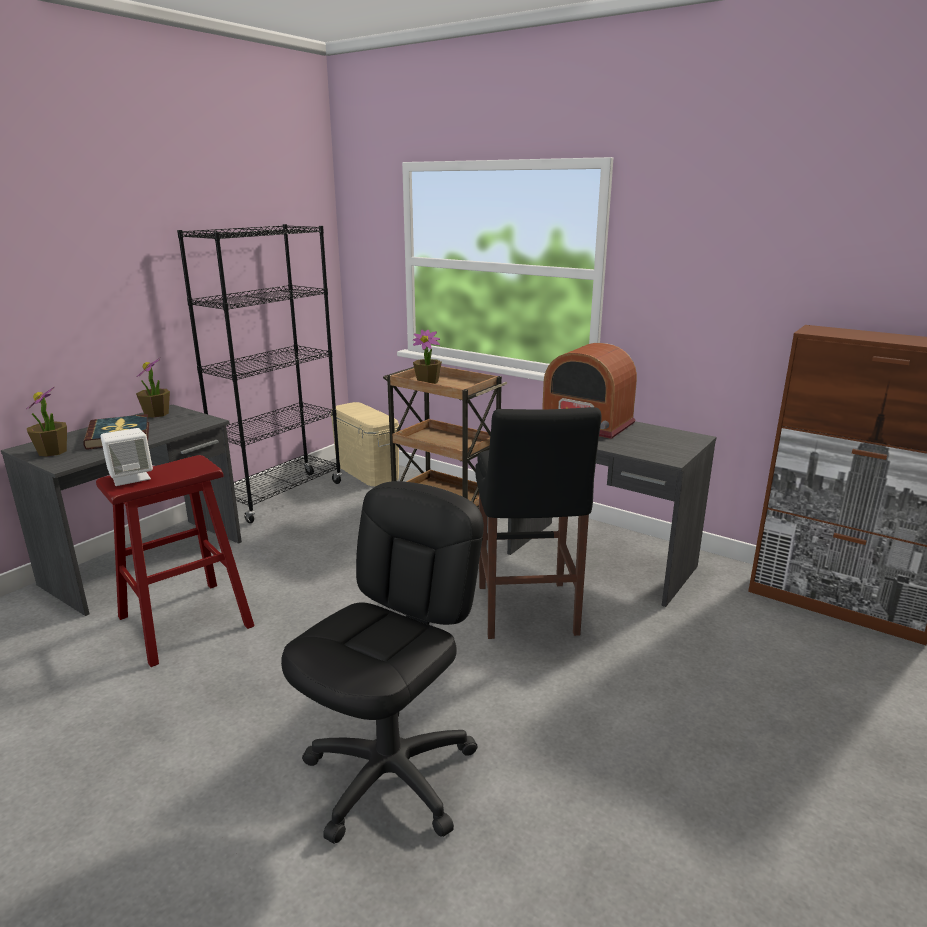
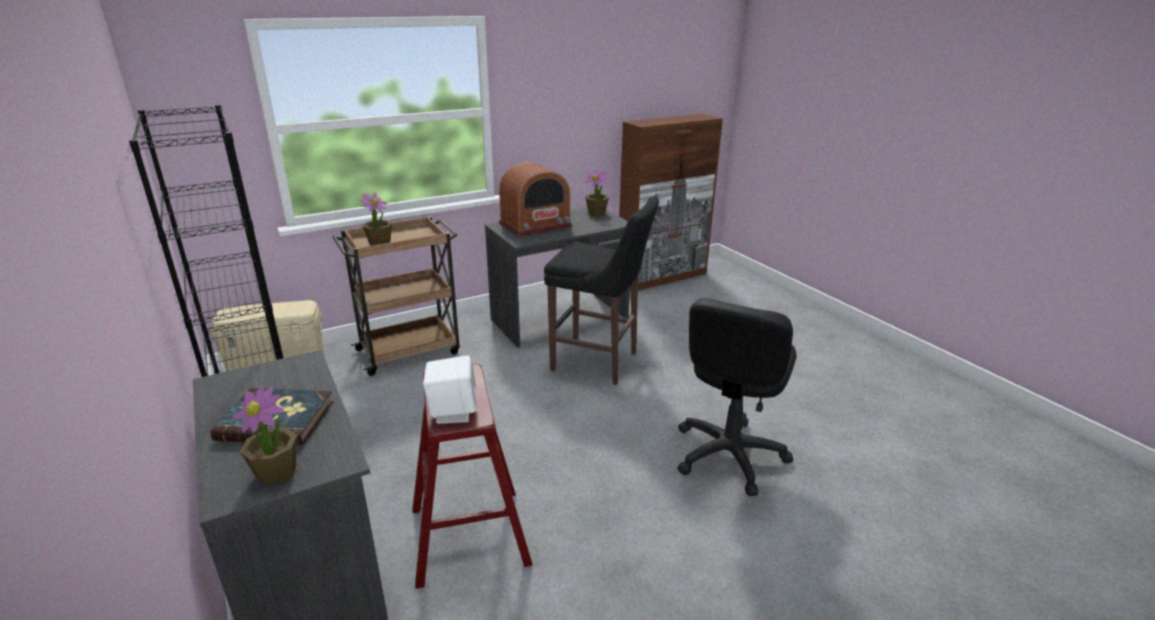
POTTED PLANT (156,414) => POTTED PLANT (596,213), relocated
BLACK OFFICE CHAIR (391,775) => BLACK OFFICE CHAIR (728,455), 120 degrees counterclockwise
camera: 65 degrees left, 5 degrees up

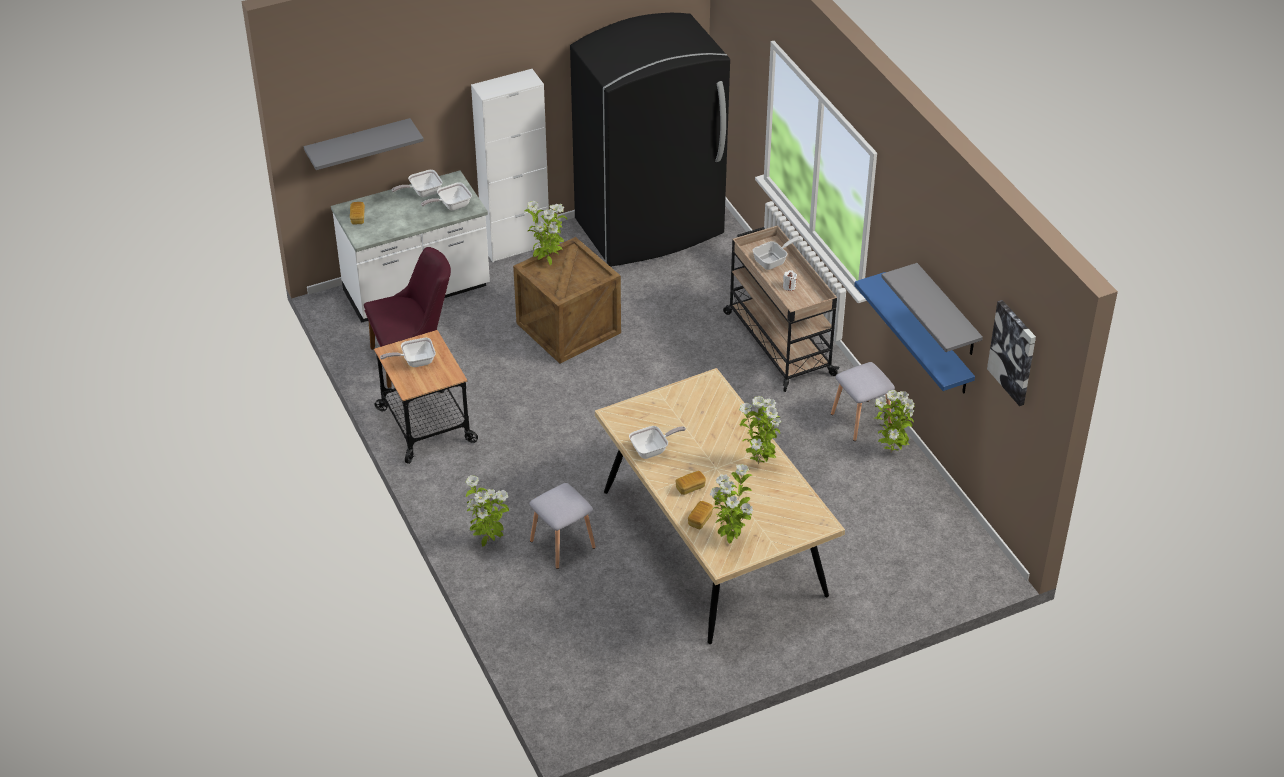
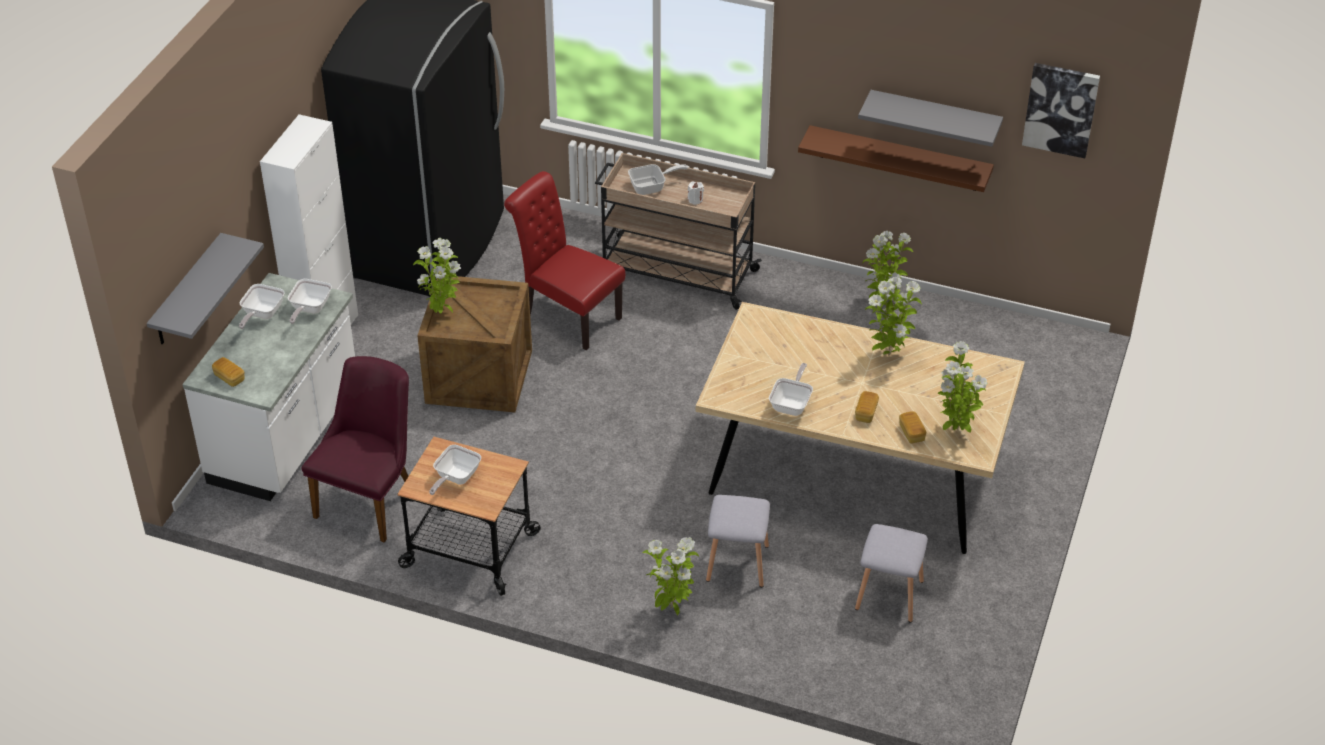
nothing => RED CHAIR (567,315)
GREY STOOL (860,419) => GREY STOOL (888,595), relocated
BLUE SHELF (927,335) => BROWN SHELF (899,159)
FRYING PAN (773,261) => FRYING PAN (652,187), 60 degrees clockwise
camera: 45 degrees left, 0 degrees up

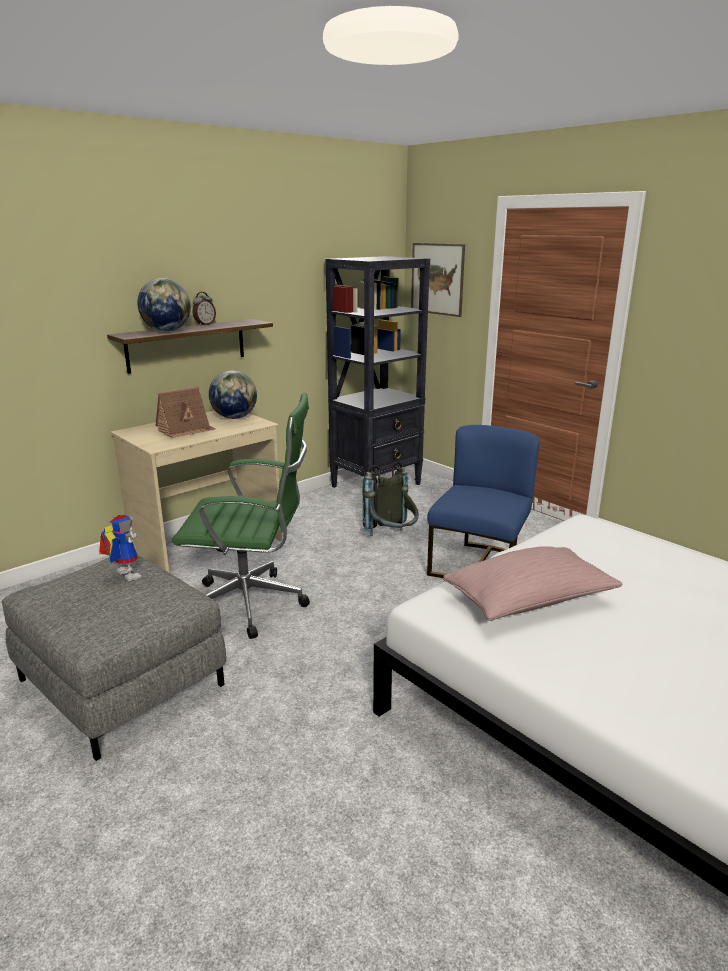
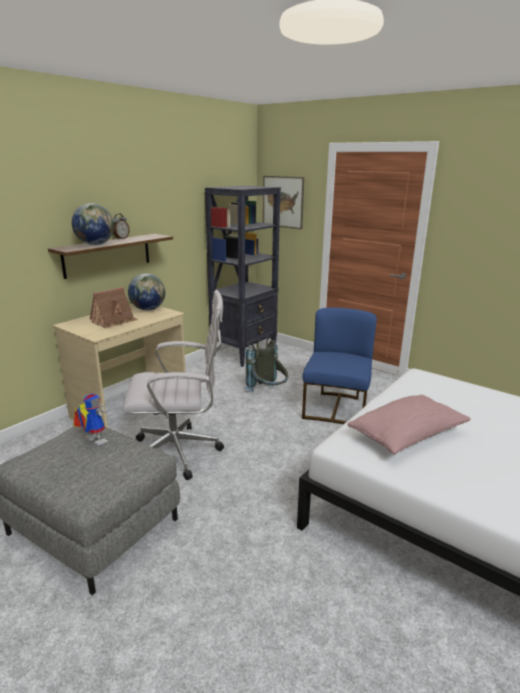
GREEN OFFICE CHAIR (253,604) => WHITE OFFICE CHAIR (180,452)
camera: 10 degrees left, 0 degrees up

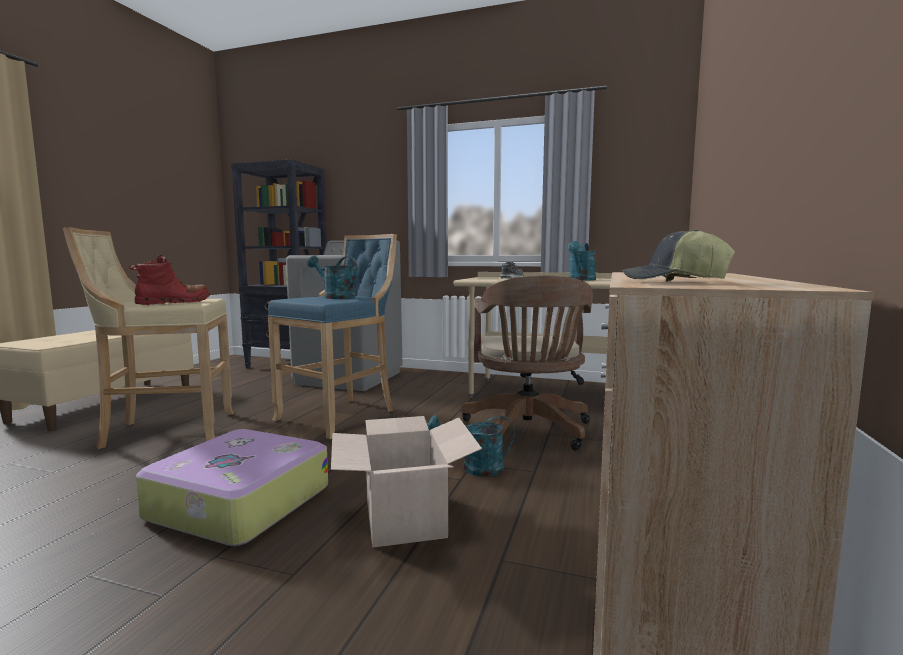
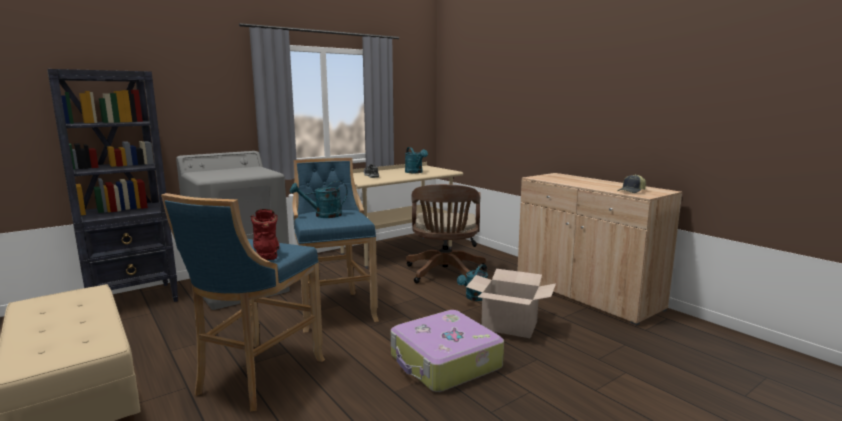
BEIGE STOOL (165,431) => BLUE STOOL (256,377)
BROWN OFFICE CHAIR (528,431) => BROWN OFFICE CHAIR (445,274), 60 degrees clockwise
camera: 55 degrees left, 5 degrees up

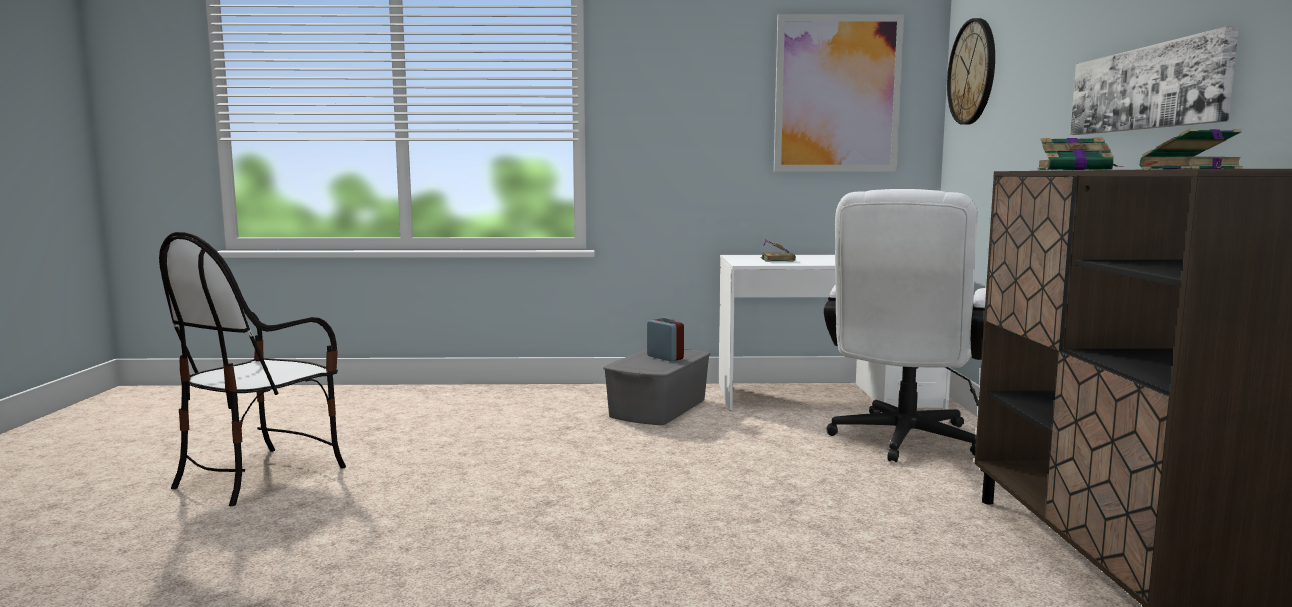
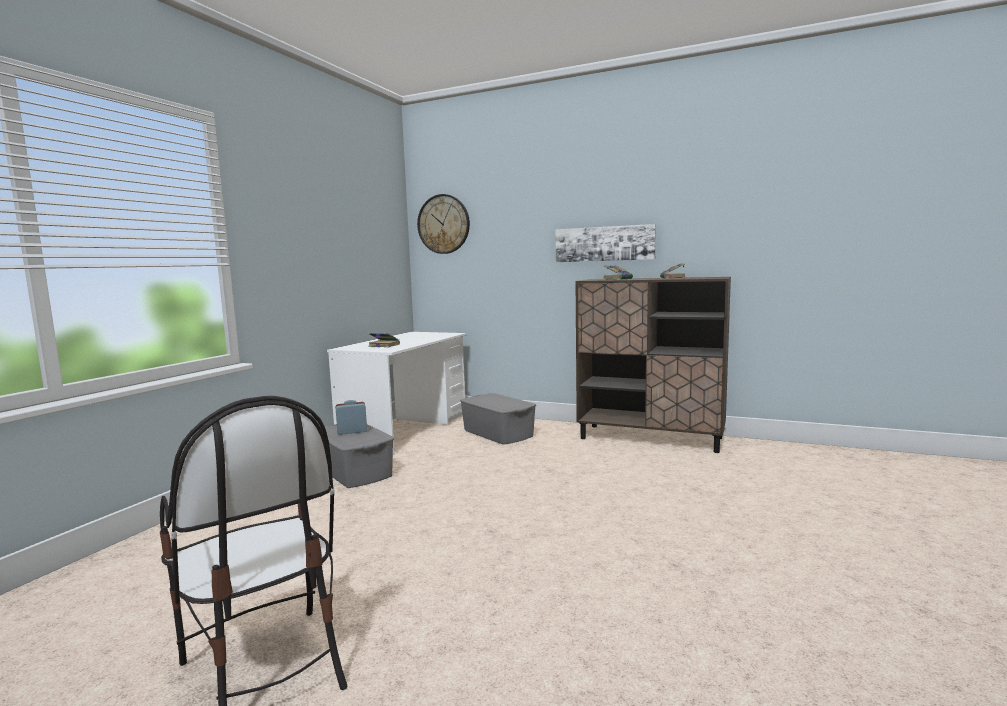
PICTURE (837,94) => nothing
WHITE OFFICE CHAIR (902,442) => GREY STORAGE BOX (497,433)
camera: 65 degrees left, 0 degrees up

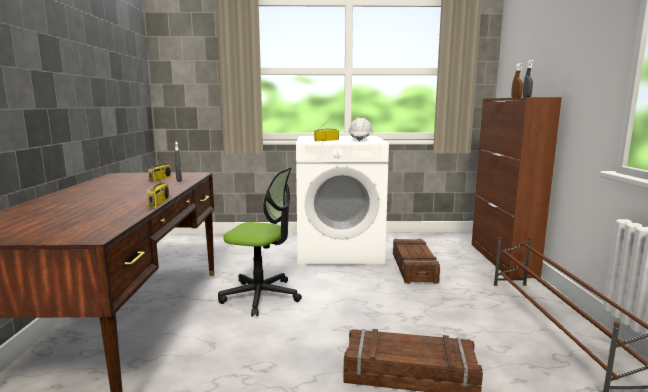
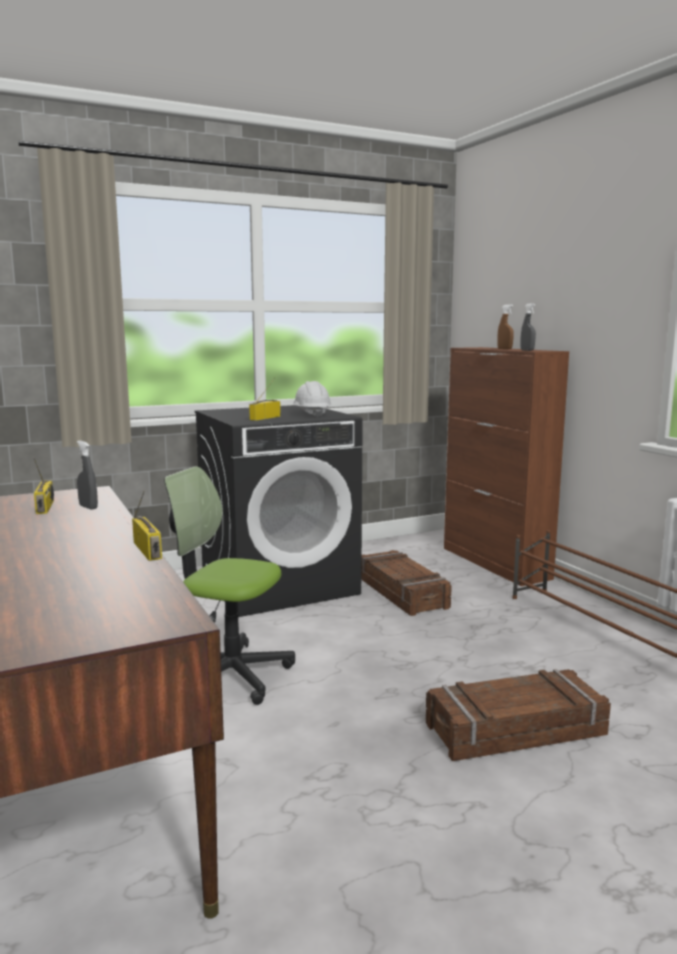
WHITE WASHING MACHINE (339,250) => BLACK WASHING MACHINE (280,584)
OFFICE CHAIR (261,296) => OFFICE CHAIR (229,675), 150 degrees counterclockwise
camera: 25 degrees left, 0 degrees up

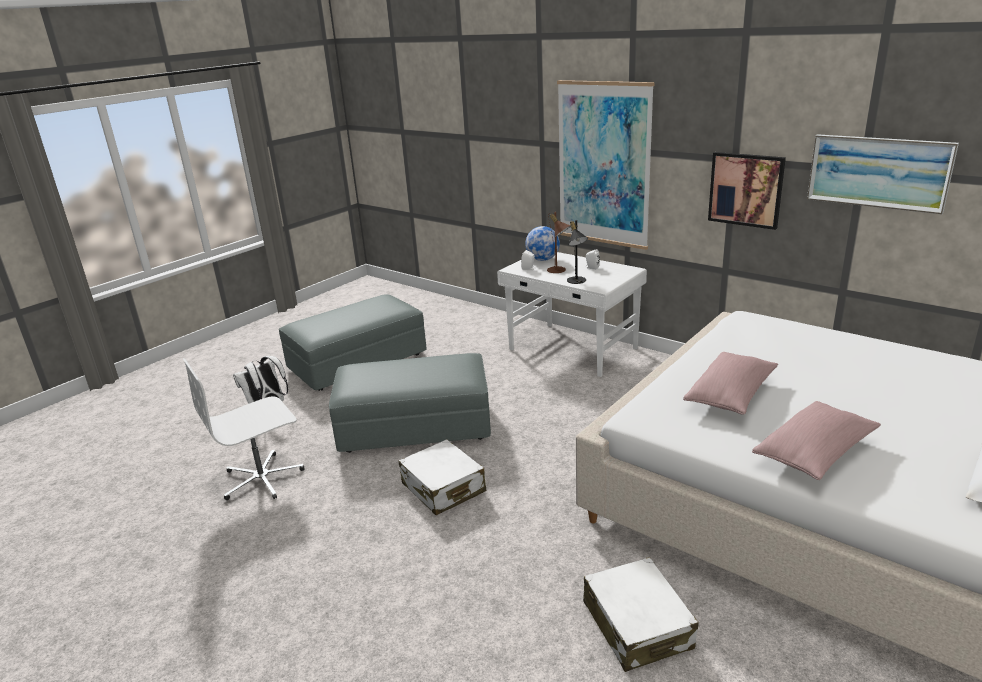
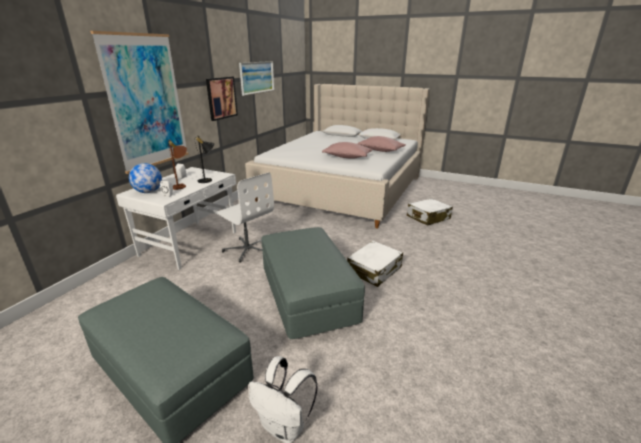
WHITE OFFICE CHAIR (262,478) => WHITE OFFICE CHAIR (247,249), relocated
camera: 105 degrees left, 0 degrees up

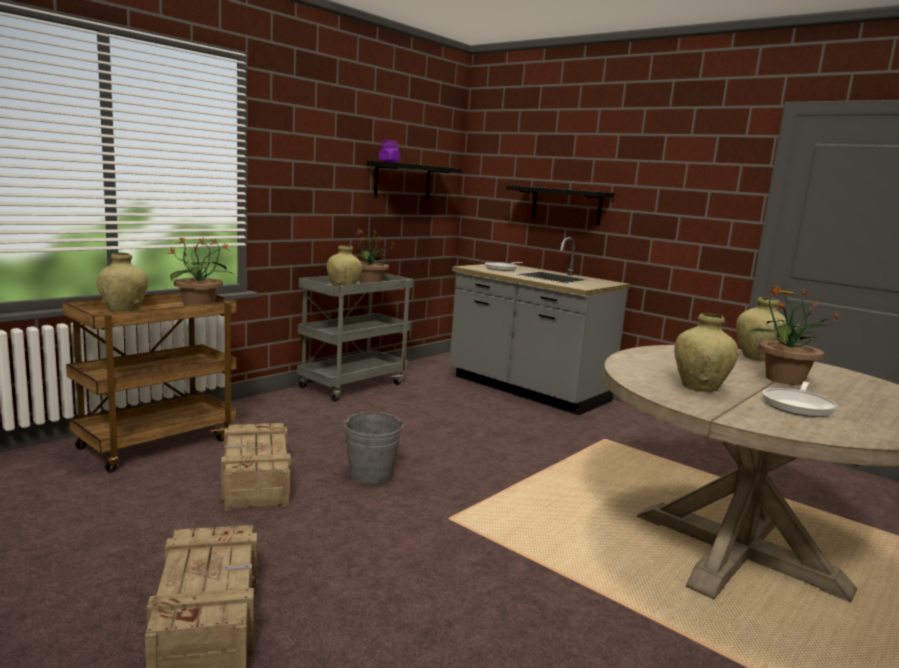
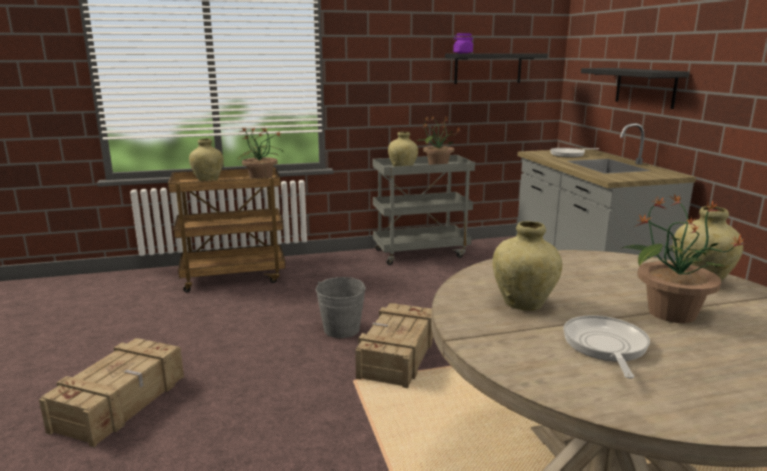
CRATE (255,480) => CRATE (396,356), relocated
FRYING PAN (798,406) => FRYING PAN (605,346), 120 degrees clockwise
camera: 35 degrees right, 5 degrees up

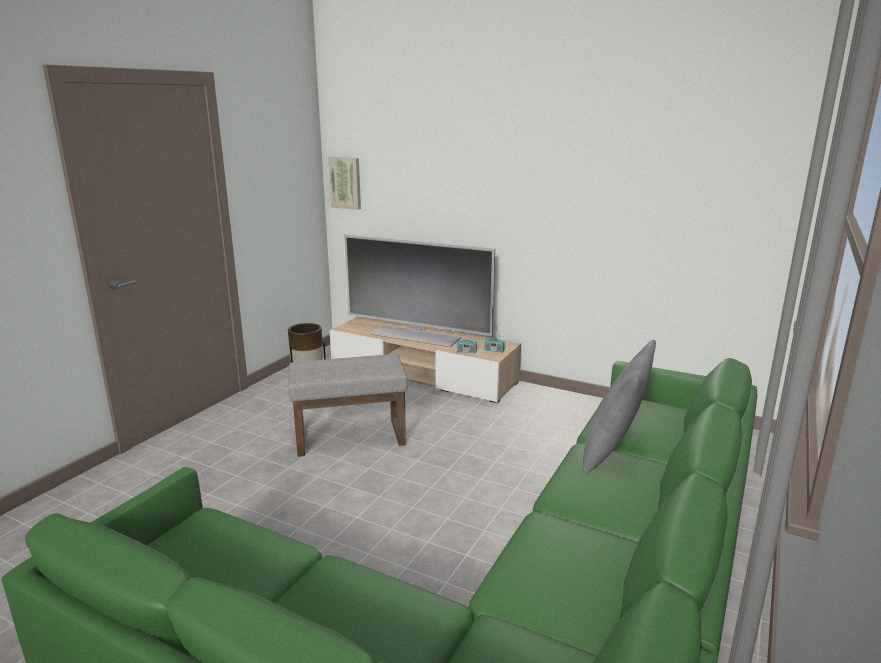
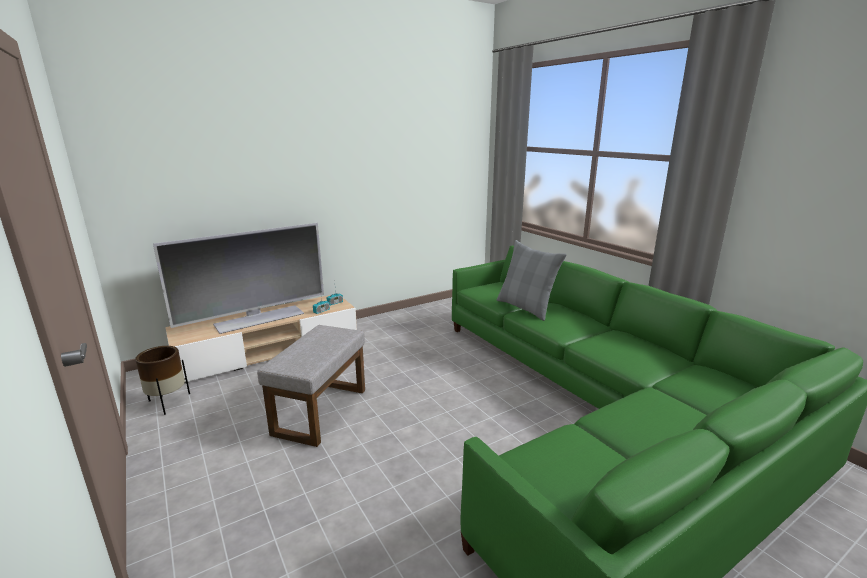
PICTURE (346,182) => nothing
camera: 60 degrees left, 0 degrees up

